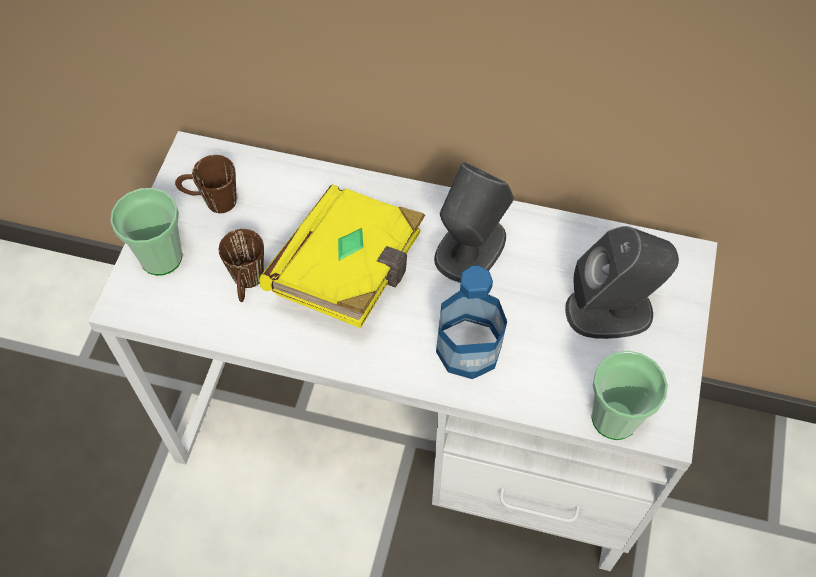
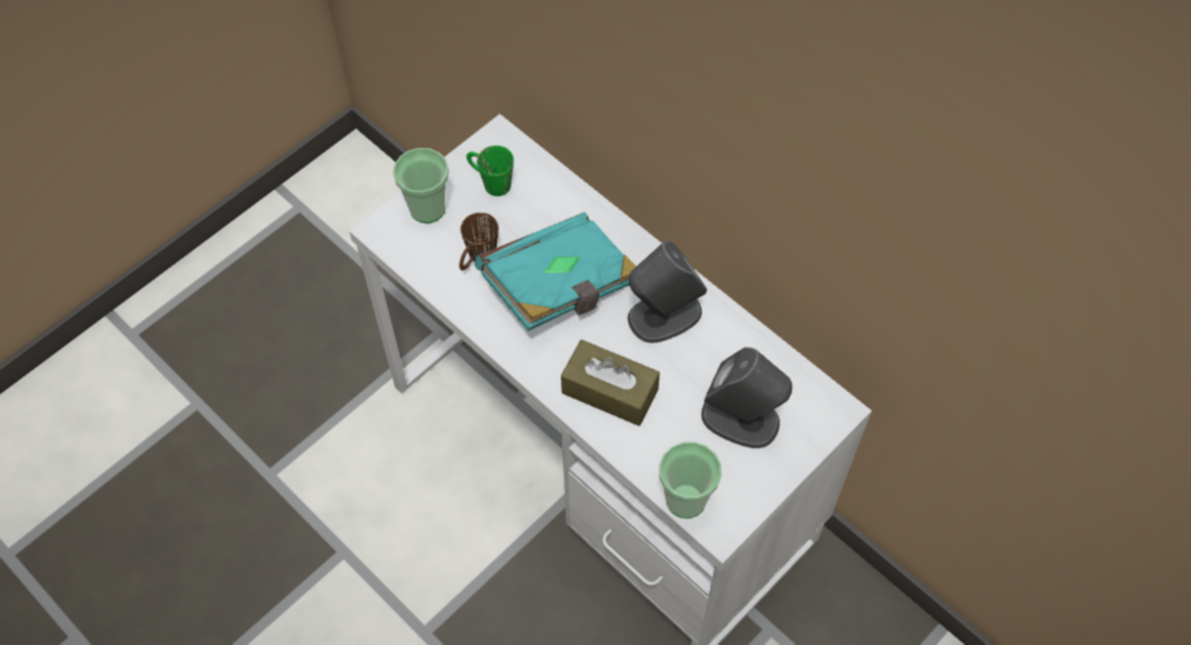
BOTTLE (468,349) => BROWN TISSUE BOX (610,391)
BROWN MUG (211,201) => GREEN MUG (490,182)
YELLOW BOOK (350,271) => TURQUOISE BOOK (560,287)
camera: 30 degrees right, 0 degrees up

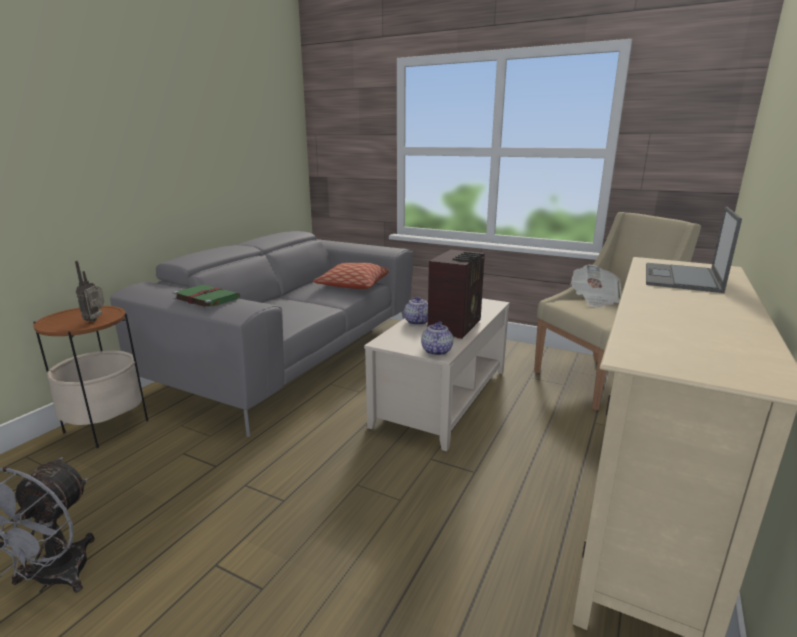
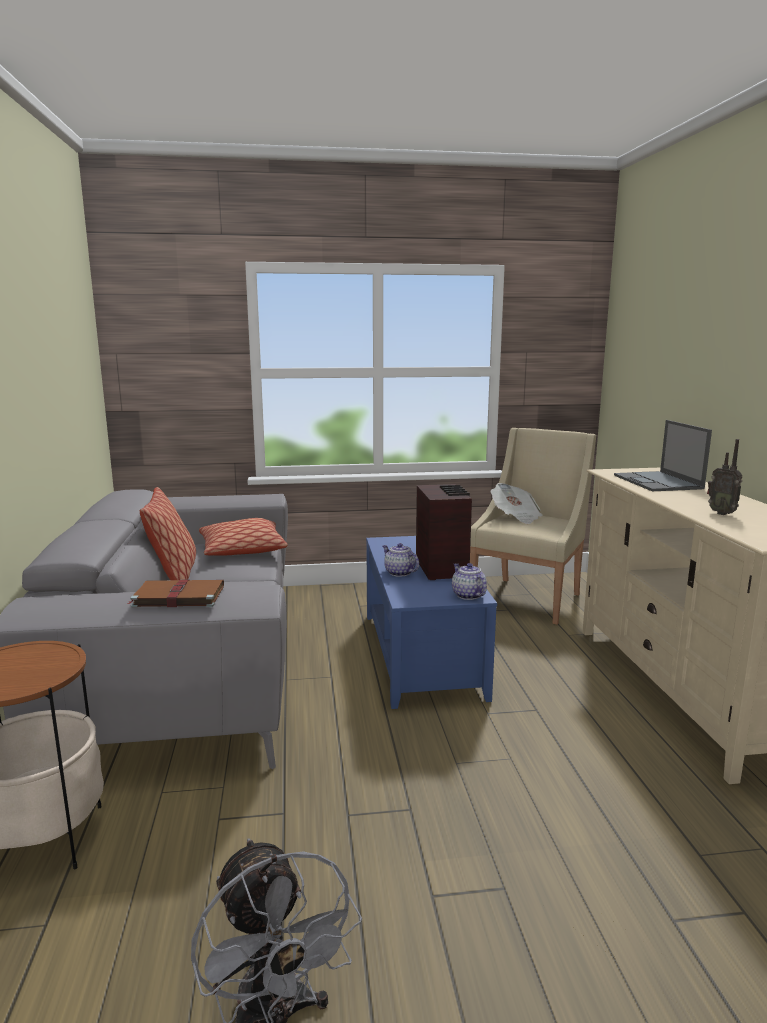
nothing => PILLOW (174,577)
RADIO (96,320) => RADIO (722,513), relocated
GREEN BOOK (205,298) => BROWN BOOK (177,596)
BEIGE COFFEE TABLE (442,396) => BLUE COFFEE TABLE (421,654)
camera: 35 degrees left, 5 degrees down

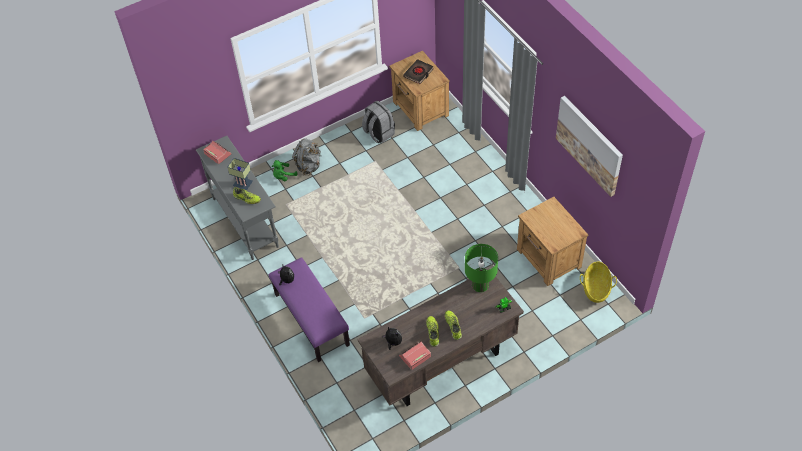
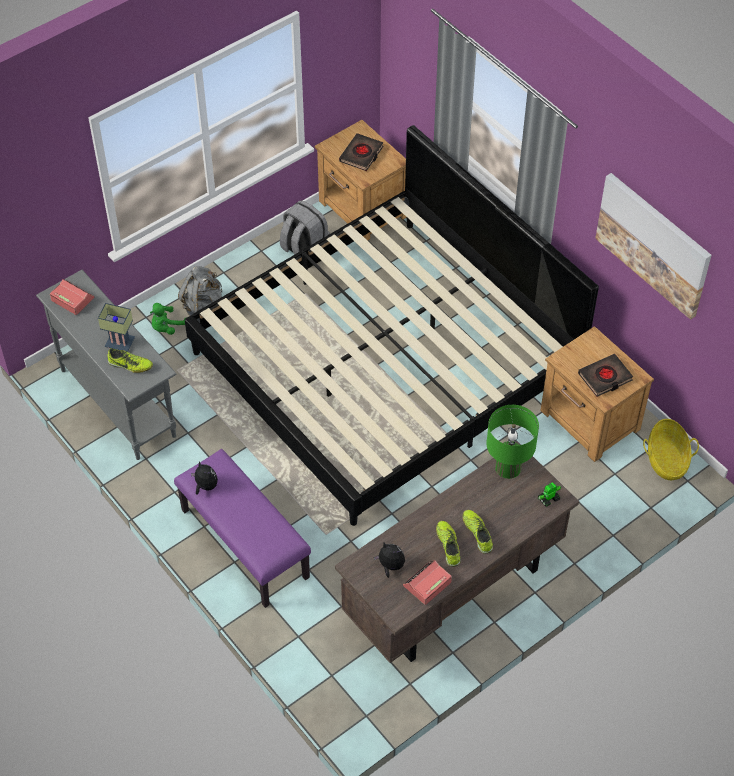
nothing => BED (385,363)
nothing => BLACK BOOK (605,377)
camera: 10 degrees left, 0 degrees up

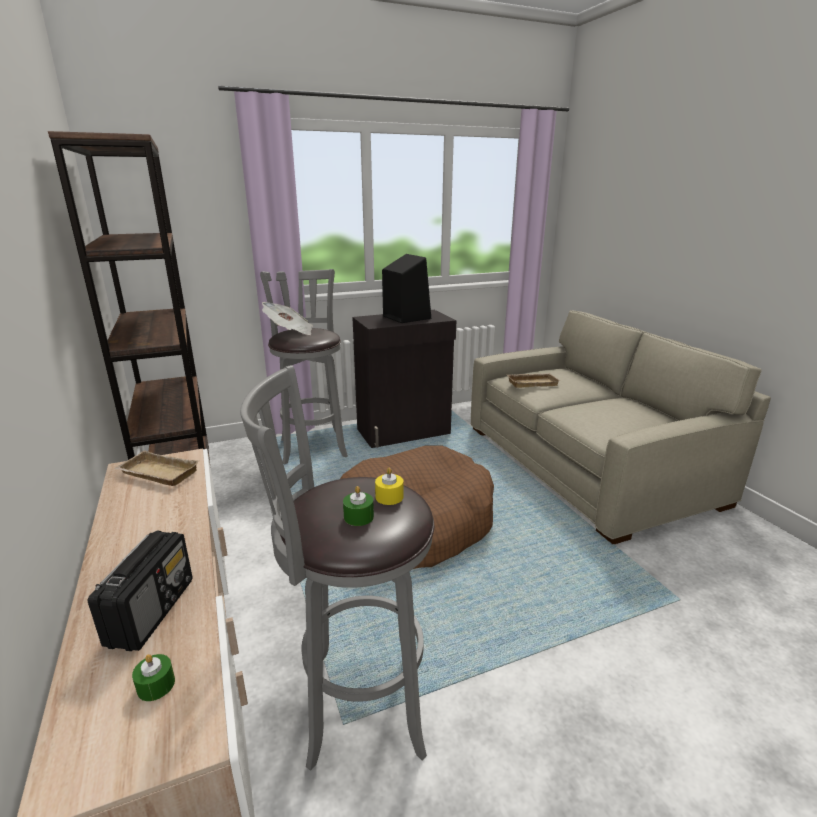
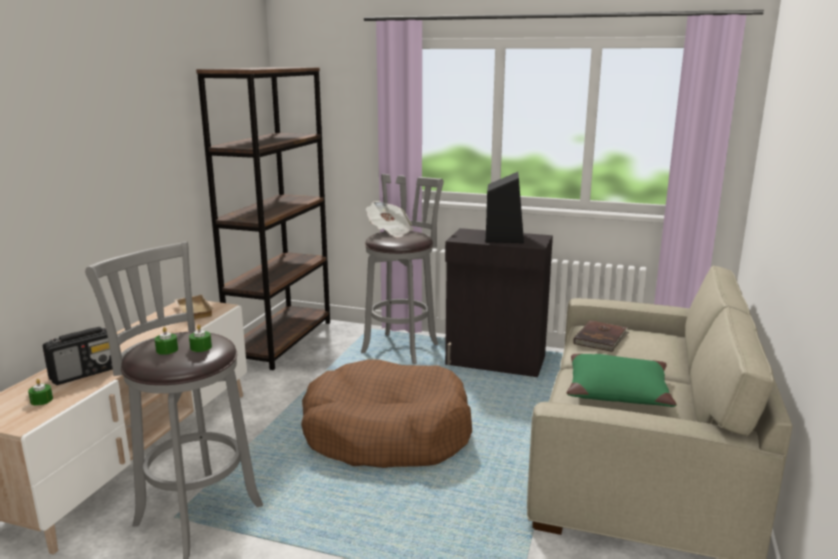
nothing => GREEN PILLOW (617,391)
BEIGE TRAY (532,383) => BROWN BOOK (601,338)
YELLOW CANDLE (389,497) => GREEN CANDLE (201,347)
camera: 40 degrees right, 5 degrees down

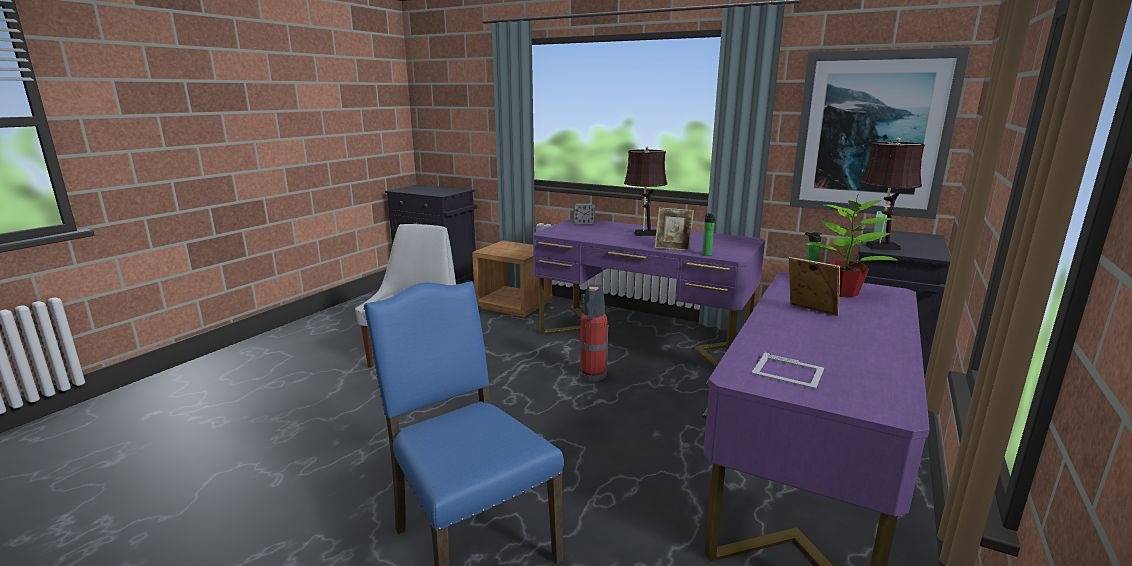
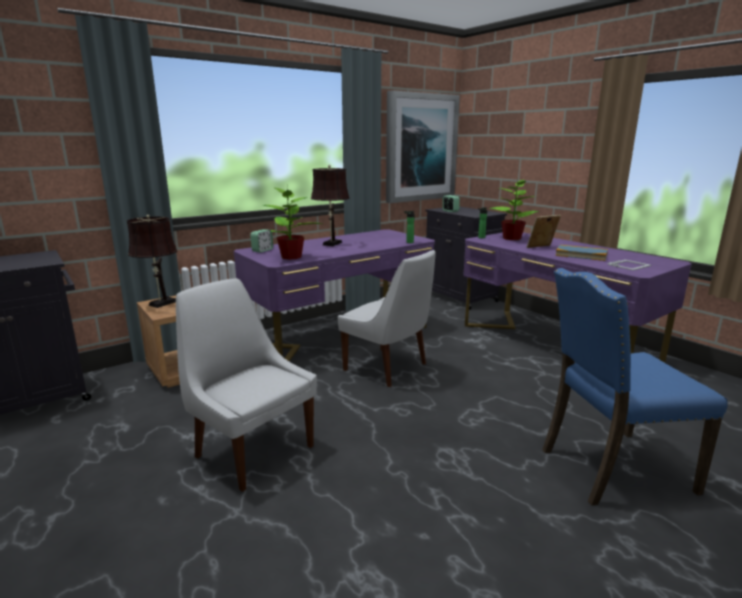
PICTURE FRAME (672,248) => nothing
nothing => POTTED PLANT (291,257)
nothing => BOOK (581,255)
BROWN TABLE LAMP (879,247) => BROWN TABLE LAMP (160,304), relocated
FIRE EXTINGUISHER (592,375) => WHITE CHAIR (388,368)
camera: 65 degrees left, 0 degrees up

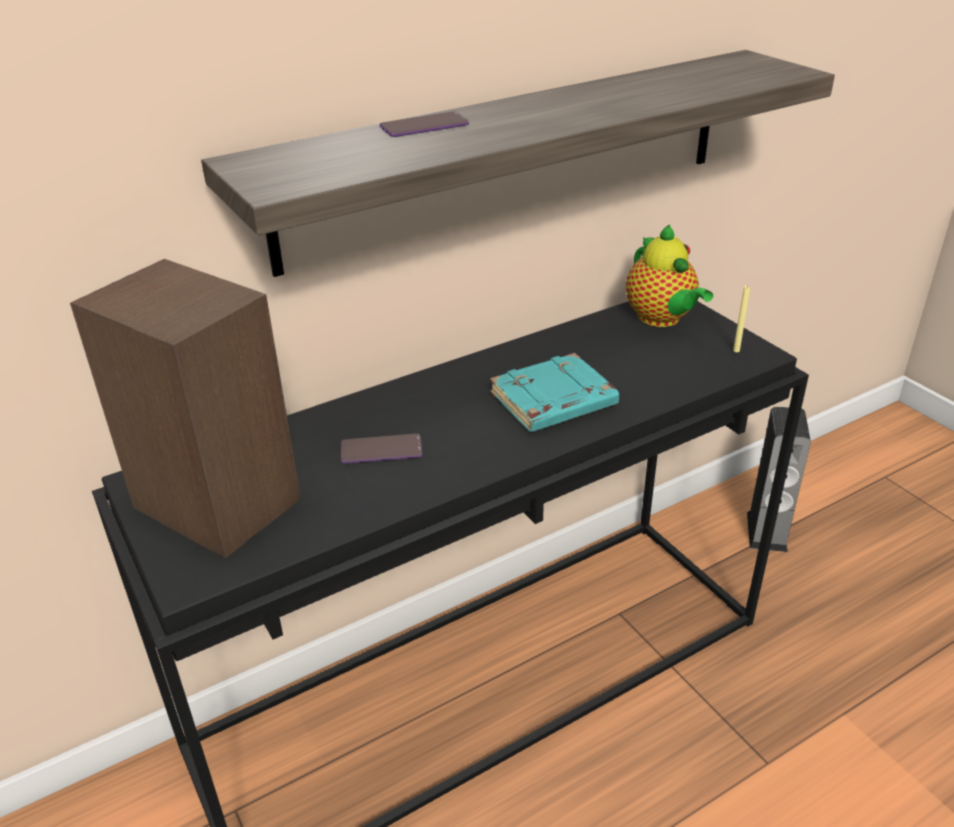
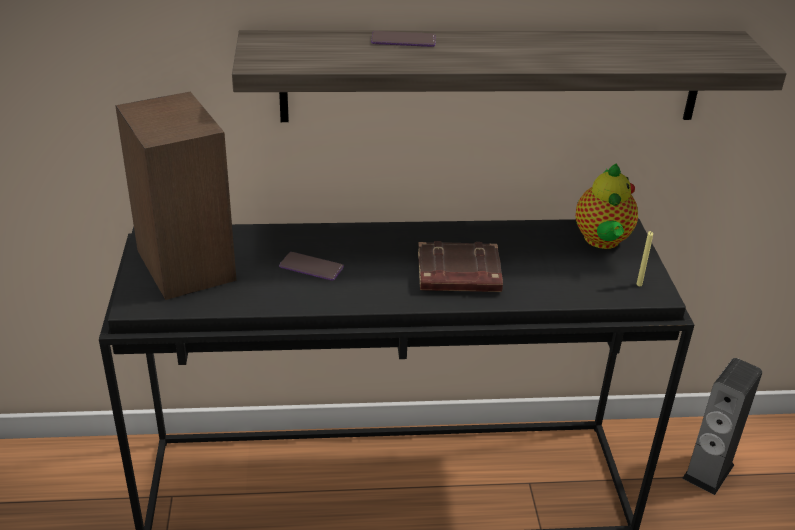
TURQUOISE BOOK (553,402) => BROWN BOOK (457,275)
camera: 25 degrees right, 0 degrees up

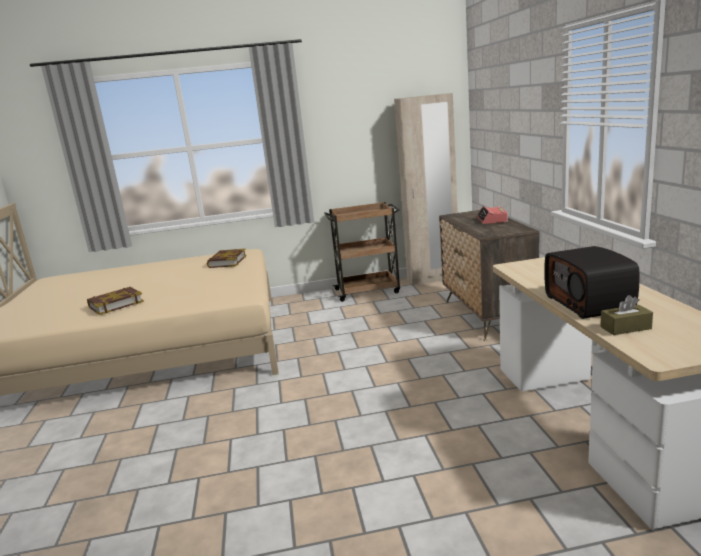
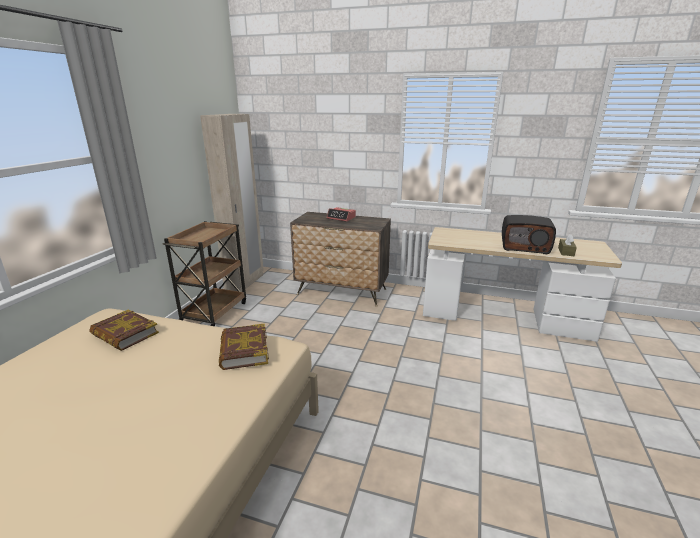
BOOK (116,304) => BOOK (244,350), relocated
camera: 65 degrees left, 5 degrees up

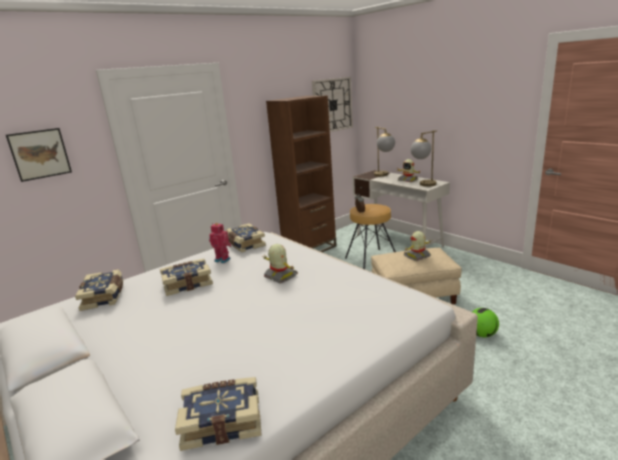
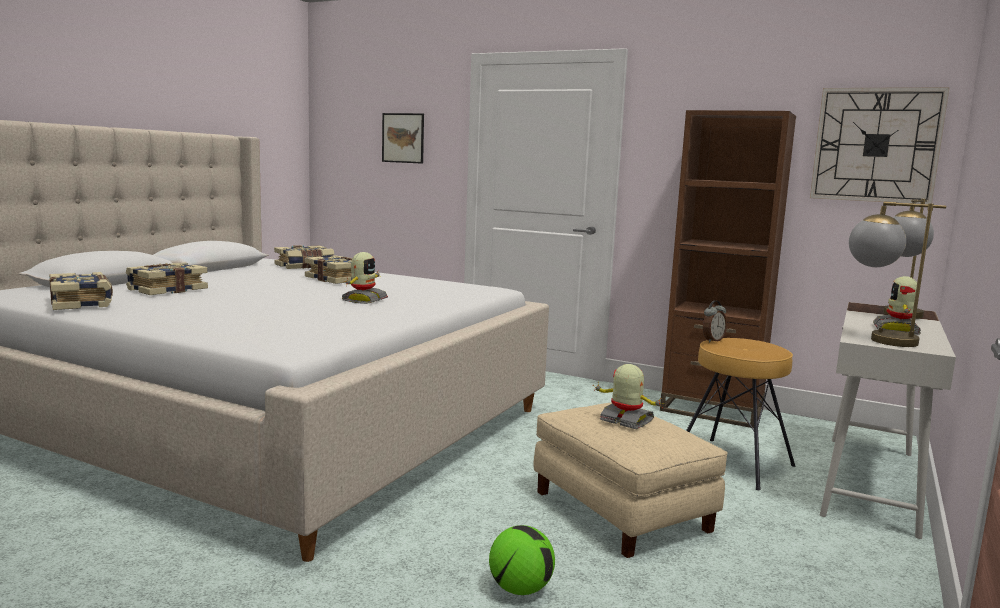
TOY ROBOT (223,259) => nothing
BOOK (245,244) => BOOK (167,290), relocated
camera: 65 degrees right, 10 degrees down

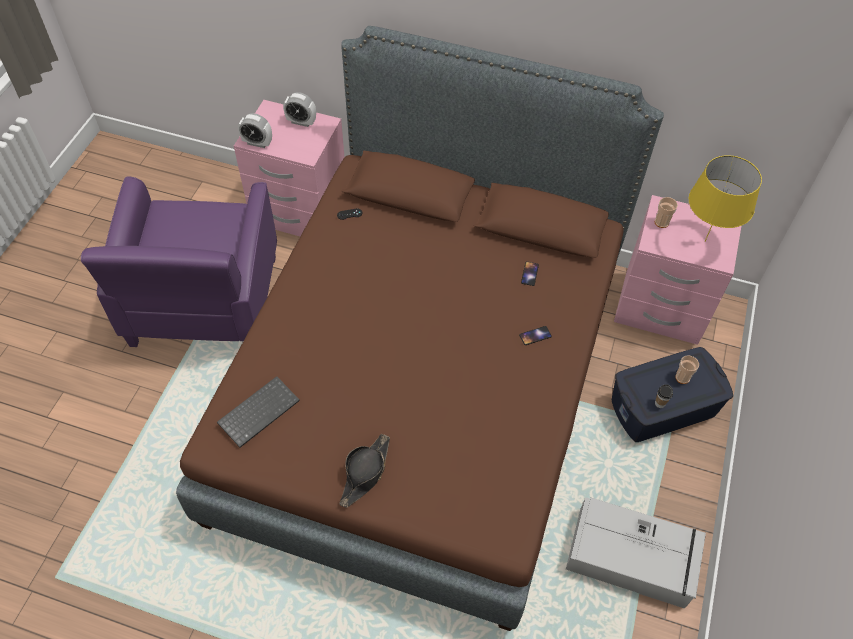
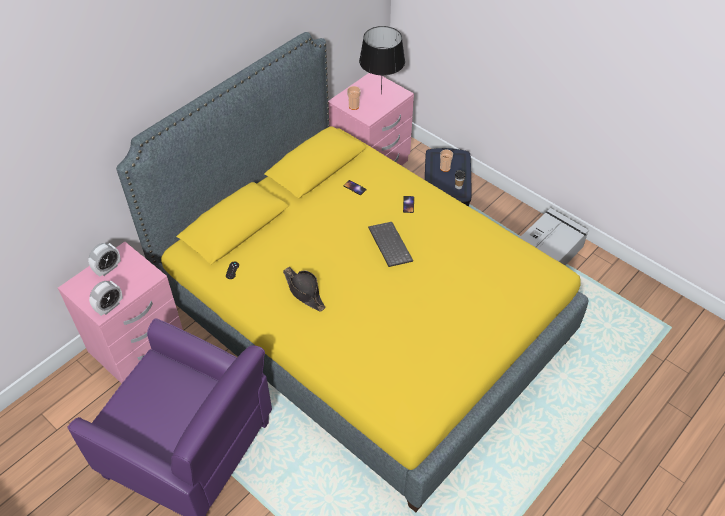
KEYBOARD (259,411) => KEYBOARD (388,244), relocated
BLACK HAT (365,473) => BLACK HAT (304,292), relocated
BROWN BED (423,385) => YELLOW BED (361,320)
YELLOW TABLE LAMP (704,241) => BLACK TABLE LAMP (381,94)
camera: 65 degrees left, 5 degrees down

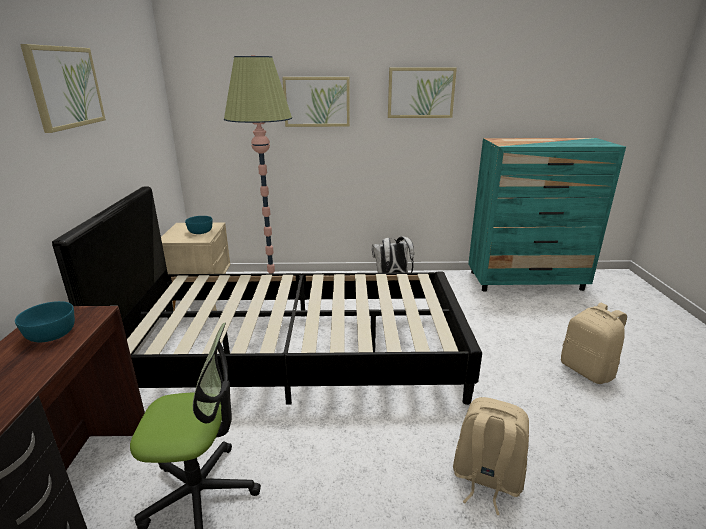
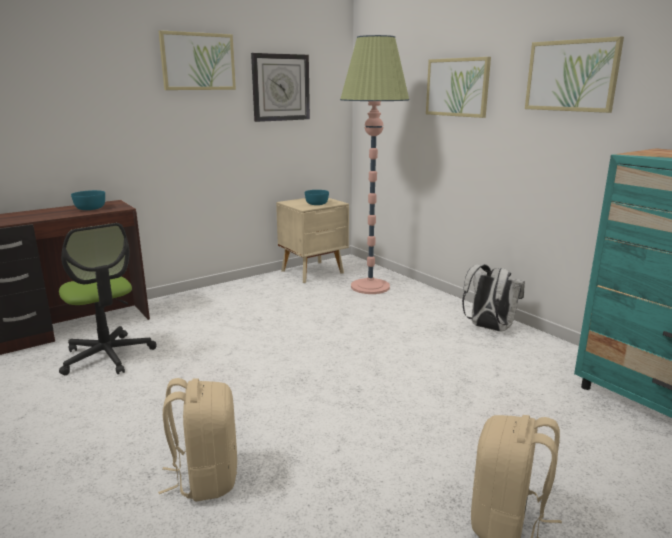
BLACK BED (297,355) => nothing
nothing => WALL CLOCK (280,87)
camera: 55 degrees right, 5 degrees down

